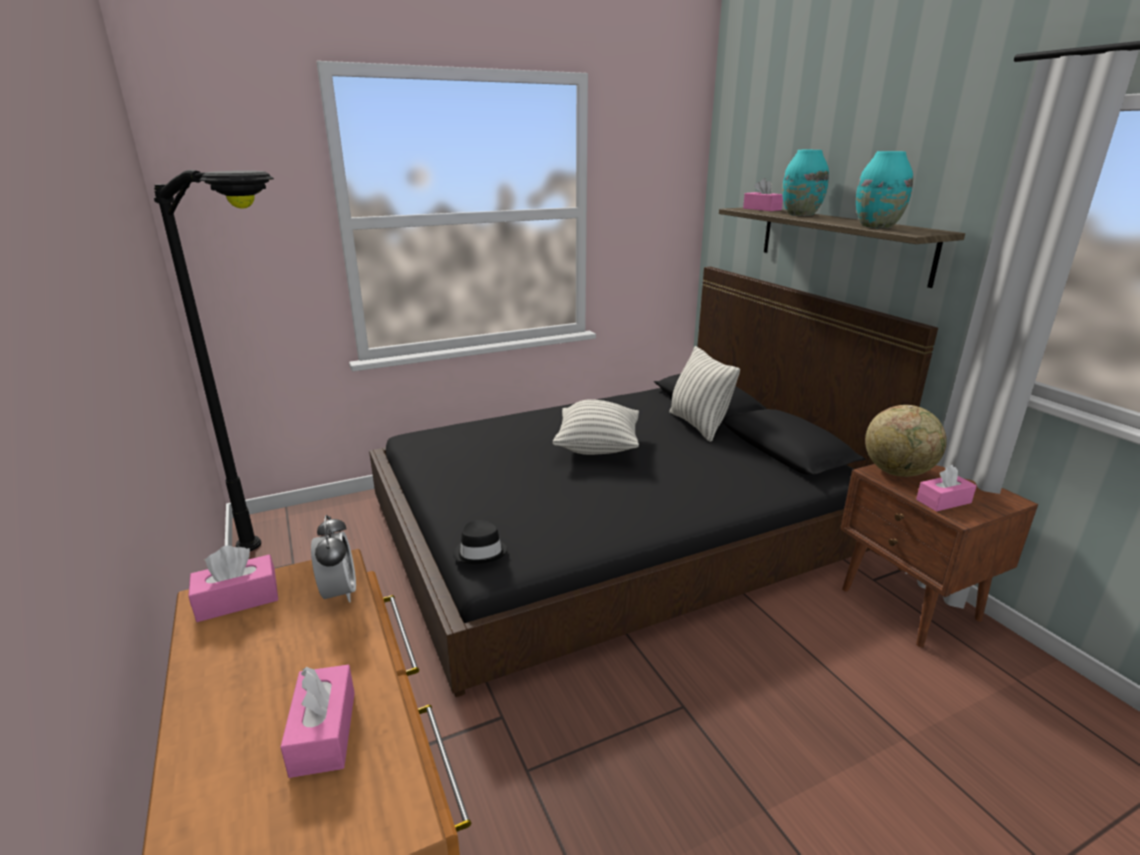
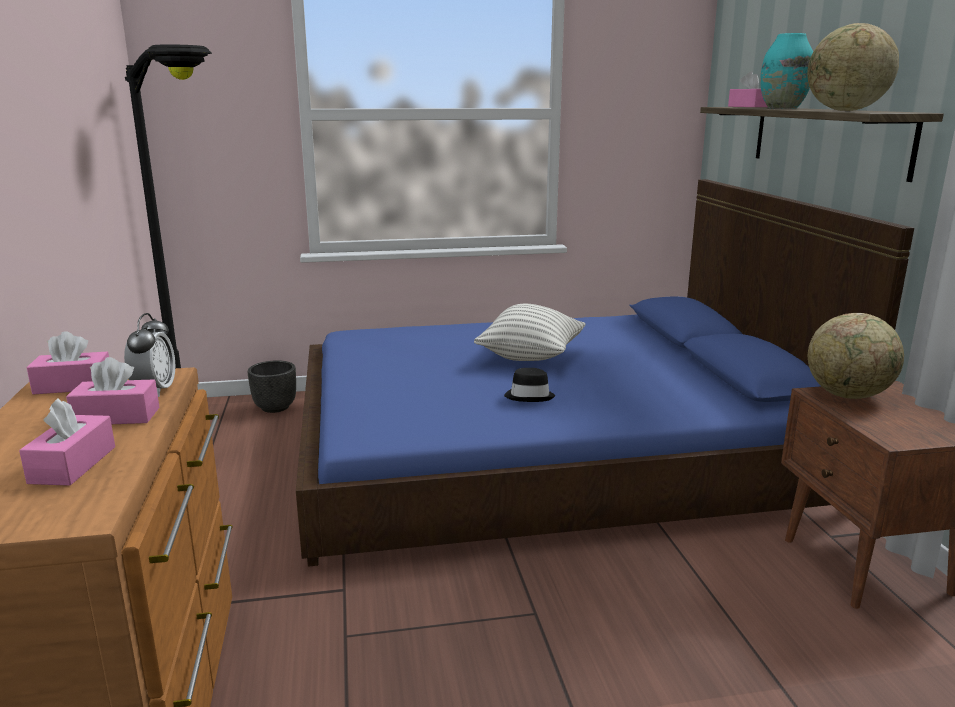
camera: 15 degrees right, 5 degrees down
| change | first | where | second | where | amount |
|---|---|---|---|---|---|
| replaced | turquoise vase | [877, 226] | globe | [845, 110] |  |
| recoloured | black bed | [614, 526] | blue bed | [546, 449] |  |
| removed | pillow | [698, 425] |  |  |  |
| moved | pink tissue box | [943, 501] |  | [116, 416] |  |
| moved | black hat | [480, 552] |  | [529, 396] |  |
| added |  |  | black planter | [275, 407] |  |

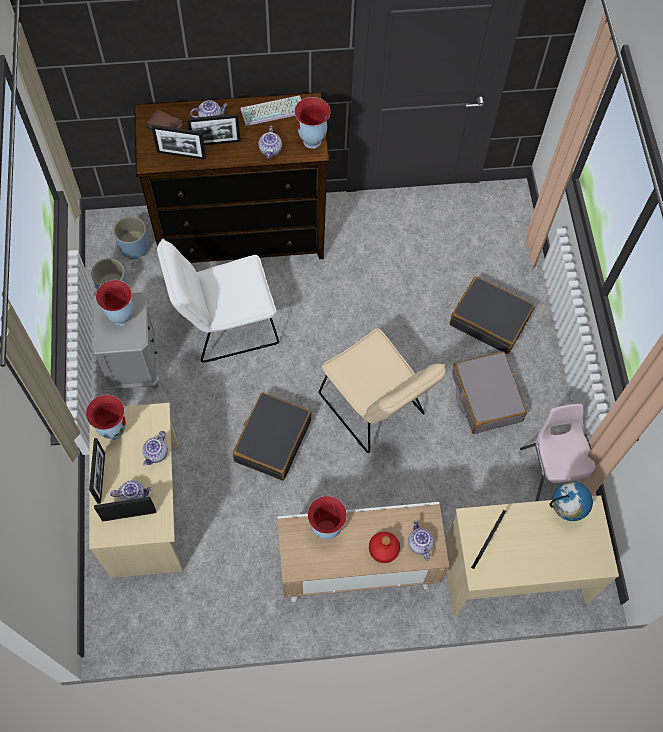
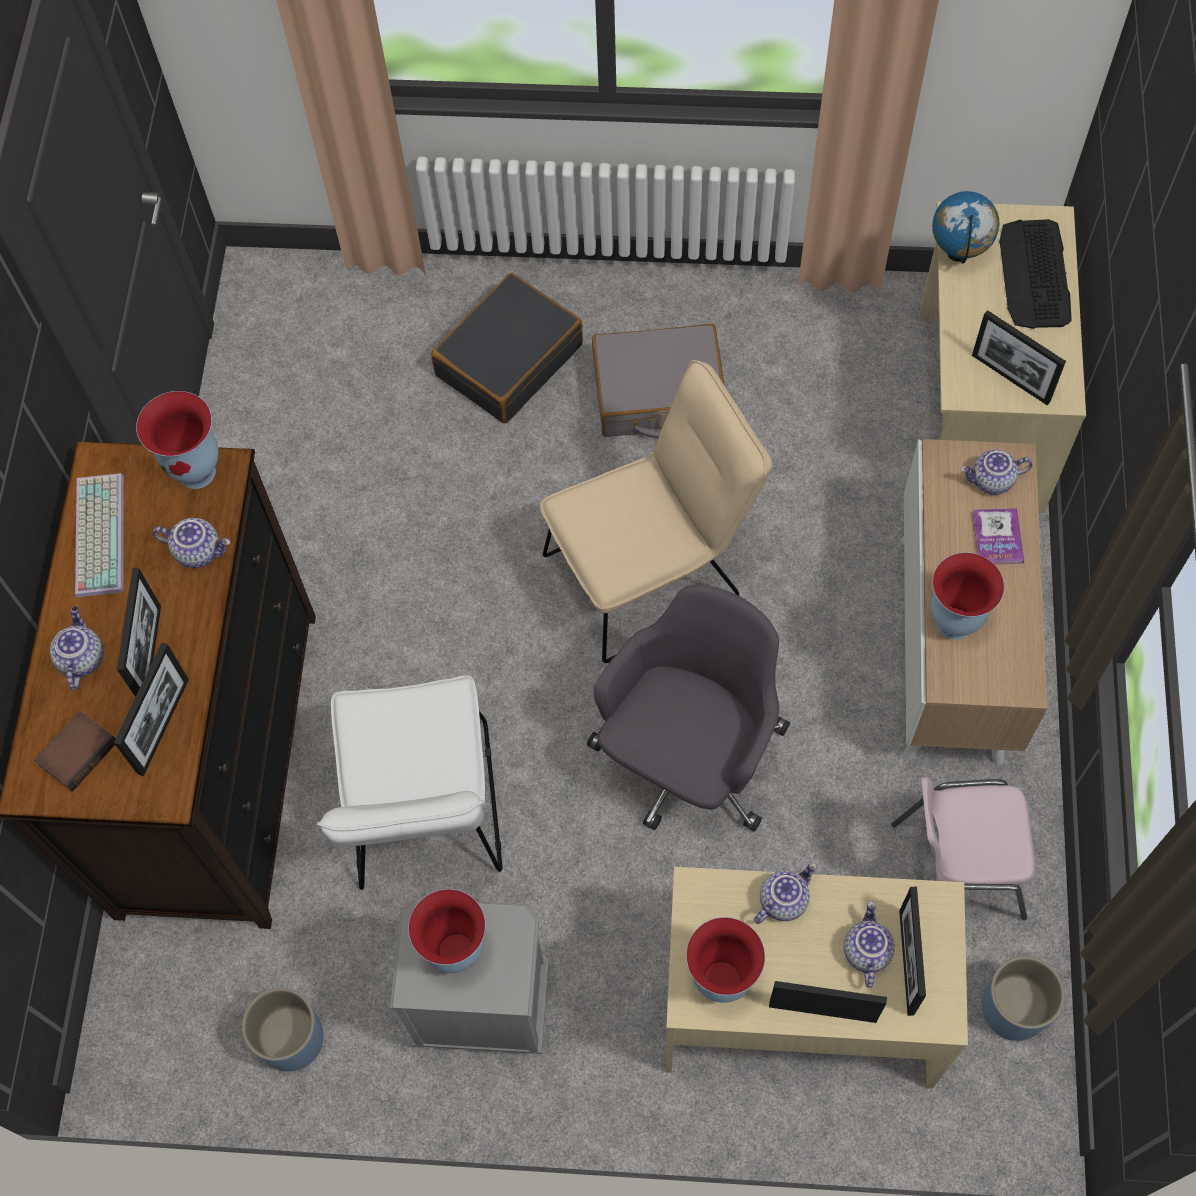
camera: 75 degrees left, 0 degrees up
| change | first | where | second | where | amount |
|---|---|---|---|---|---|
| moved | blue planter | [134, 247] |  | [1013, 1009] |  |
| replaced | black suitcase | [272, 440] | grey office chair | [689, 759] |  |
| moved | pink chair | [552, 472] |  | [955, 868] |  |
| turned | teapot | [156, 454] |  | [782, 899] | 75 degrees counterclockwise |
| replaced | red bottle | [383, 549] | book | [997, 537] |  |
| added |  |  | keyboard | [1035, 275] |  |

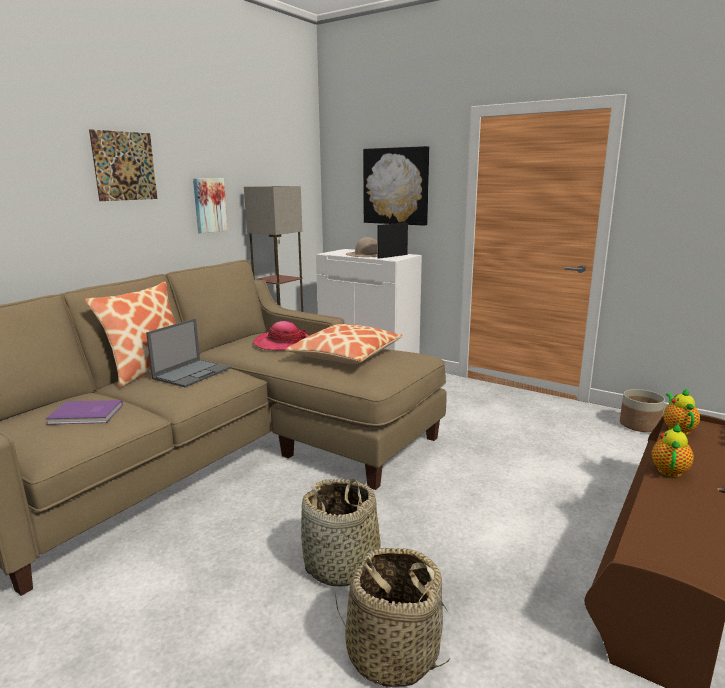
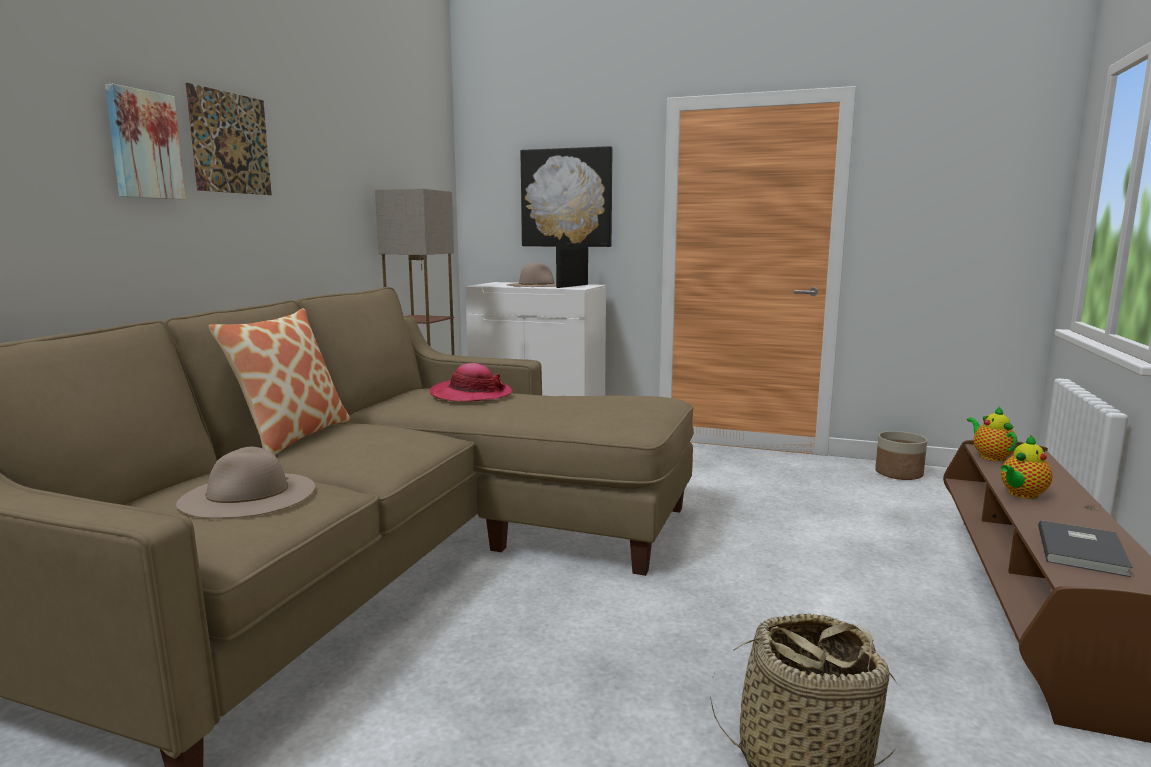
camera: 15 degrees left, 5 degrees down
| change | first | where | second | where | amount |
|---|---|---|---|---|---|
| moved | picture | [209, 205] |  | [143, 145] |  |
| removed | laptop | [192, 373] |  |  |  |
| removed | pillow | [346, 355] |  |  |  |
| replaced | purple book | [86, 415] | beige hat | [248, 495] |  |
| turned | teapot | [669, 469] |  | [1021, 494] | 135 degrees counterclockwise |
| removed | basket | [342, 565] |  |  |  |
| added |  |  | grey book | [1084, 551] |  |

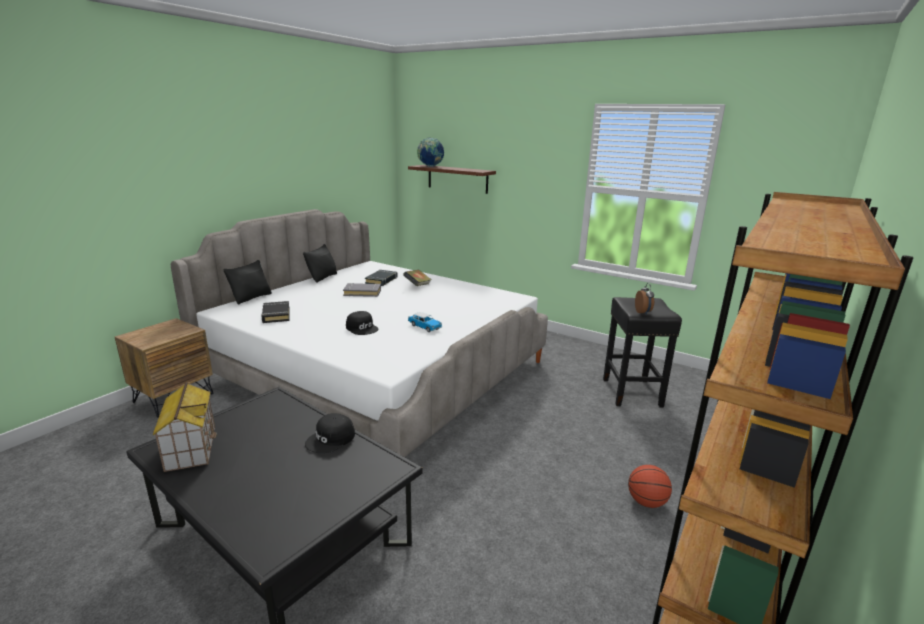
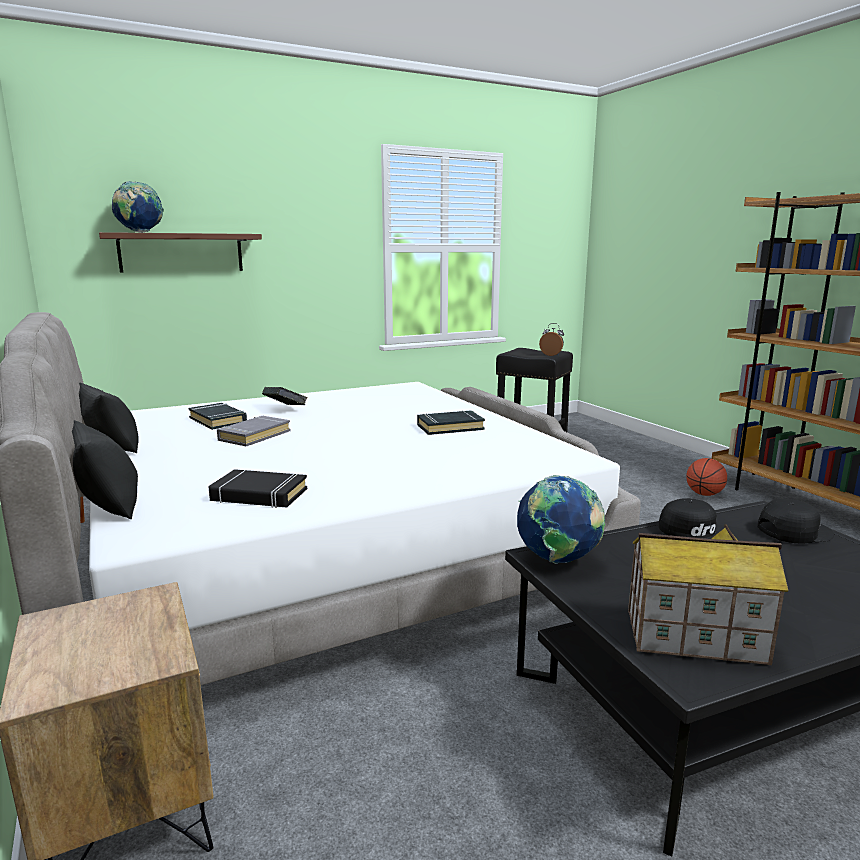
camera: 60 degrees left, 5 degrees down
| change | first | where | second | where | amount |
|---|---|---|---|---|---|
| moved | black cap | [362, 328] |  | [793, 530] |  |
| replaced | toy car | [425, 327] | black book | [450, 427] |  |
| added |  |  | globe | [558, 560] |  |

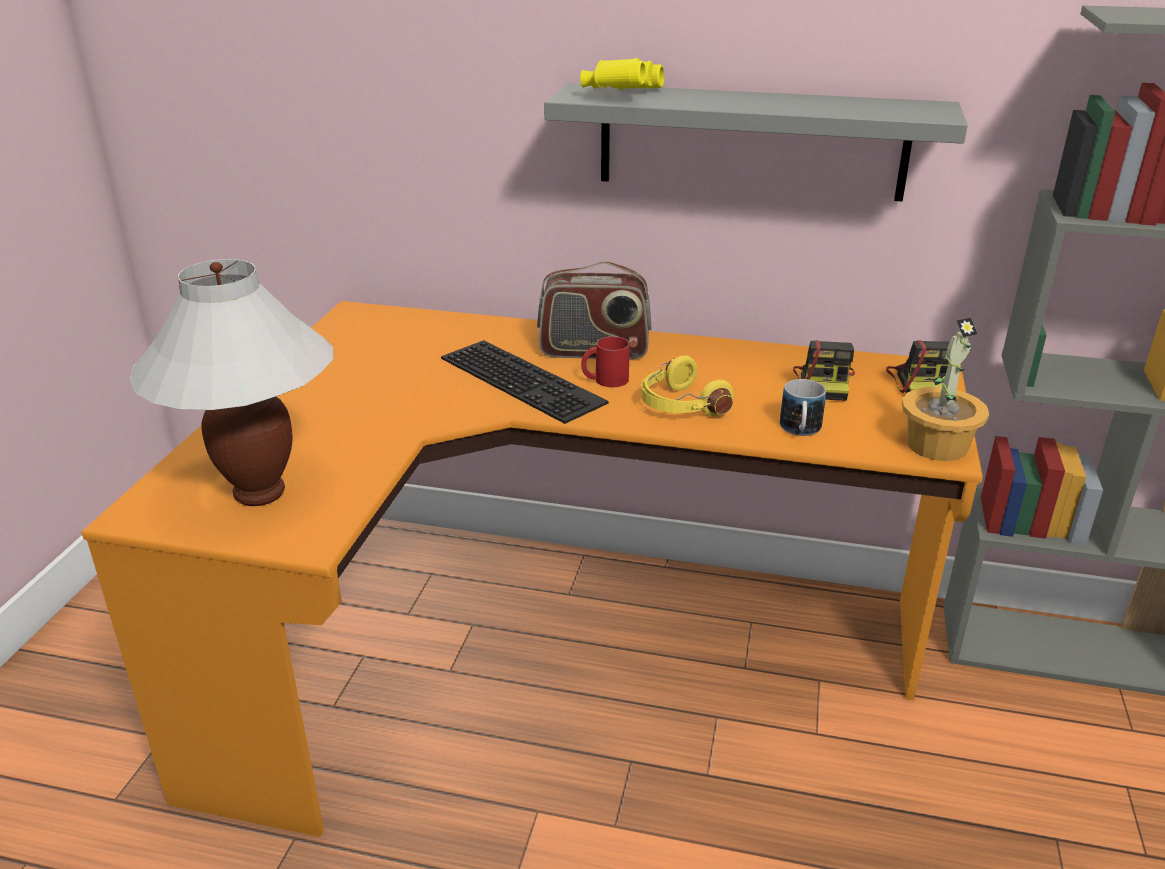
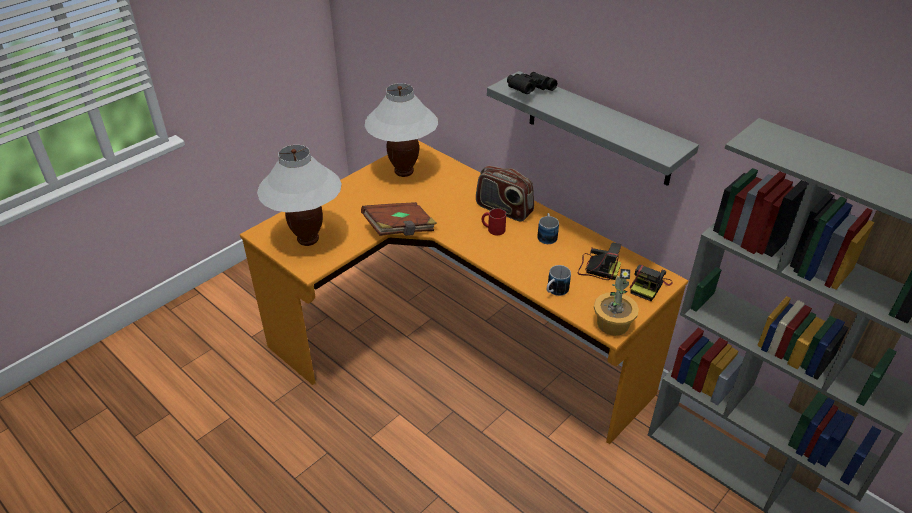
camera: 30 degrees right, 10 degrees up
| change | first | where | second | where | amount |
|---|---|---|---|---|---|
| recoloured | yellow binoculars | [621, 95] | black binoculars | [528, 91] |  |
| removed | keyboard | [525, 379] |  |  |  |
| turned | photo camera | [824, 383] |  | [597, 268] | 105 degrees counterclockwise |
| removed | yellow headphones | [680, 405] |  |  |  |
| added |  |  | white table lamp | [404, 172] |  |
| added |  |  | brown book | [400, 230] |  |
| added |  |  | mug | [547, 235] |  |

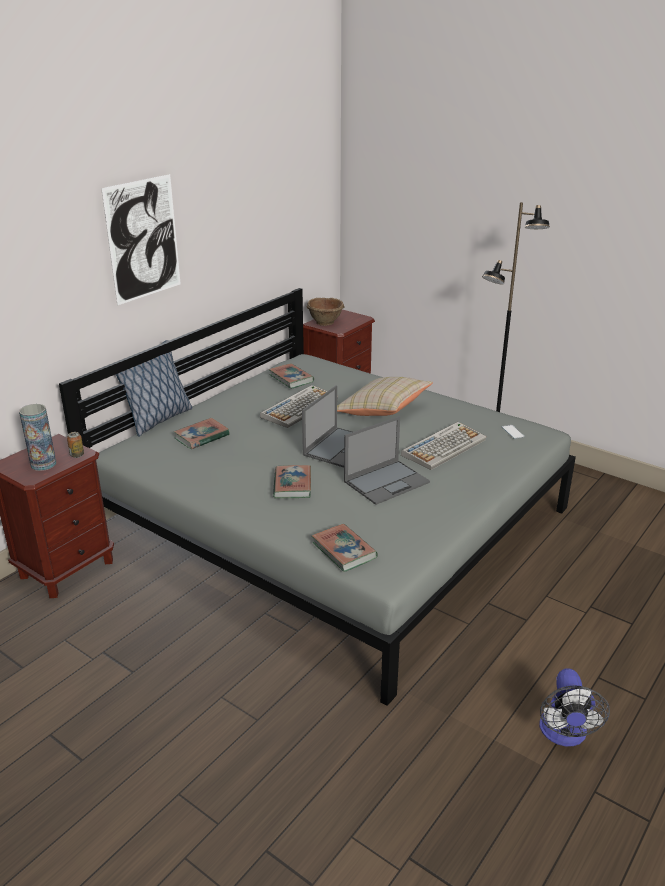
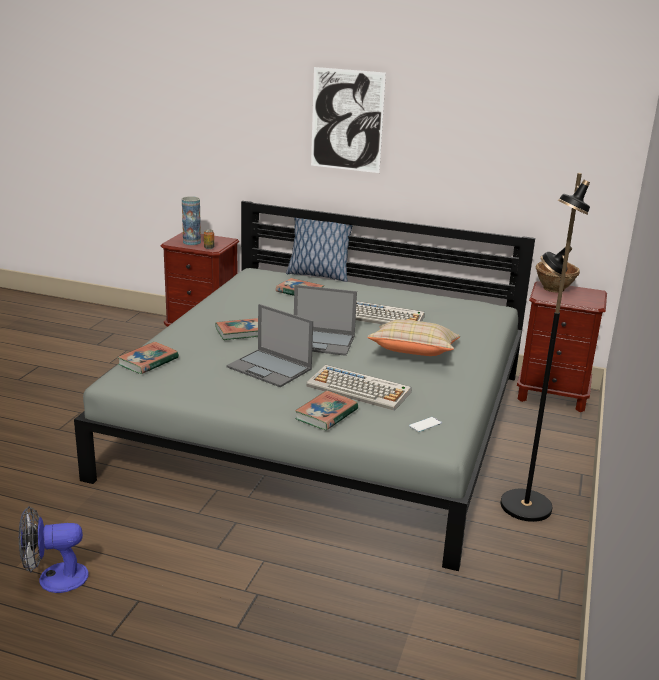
camera: 70 degrees right, 5 degrees down
| change | first | where | second | where | amount |
|---|---|---|---|---|---|
| moved | book | [291, 378] |  | [326, 414] |  |

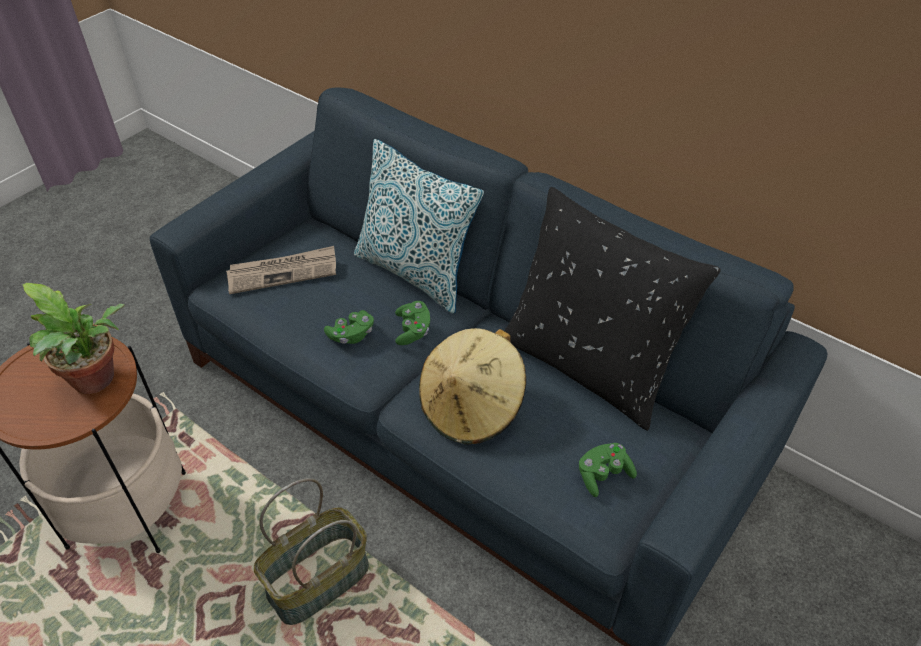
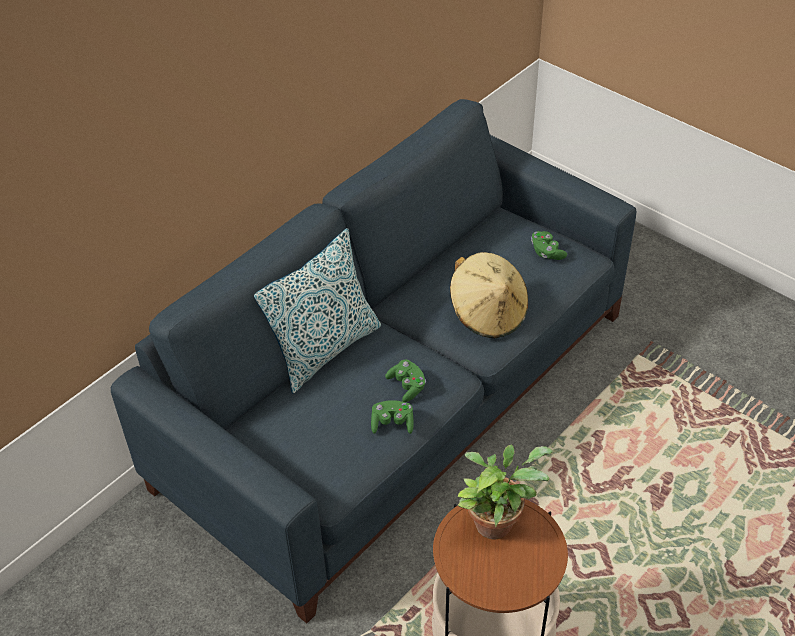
camera: 85 degrees left, 0 degrees up
| change | first | where | second | where | amount |
|---|---|---|---|---|---|
| removed | black pillow | [588, 365] |  |  |  |
| removed | newspaper | [283, 272] |  |  |  |
| moved | green game controller | [413, 330] |  | [392, 423] |  |
| removed | basket | [318, 582] |  |  |  |

